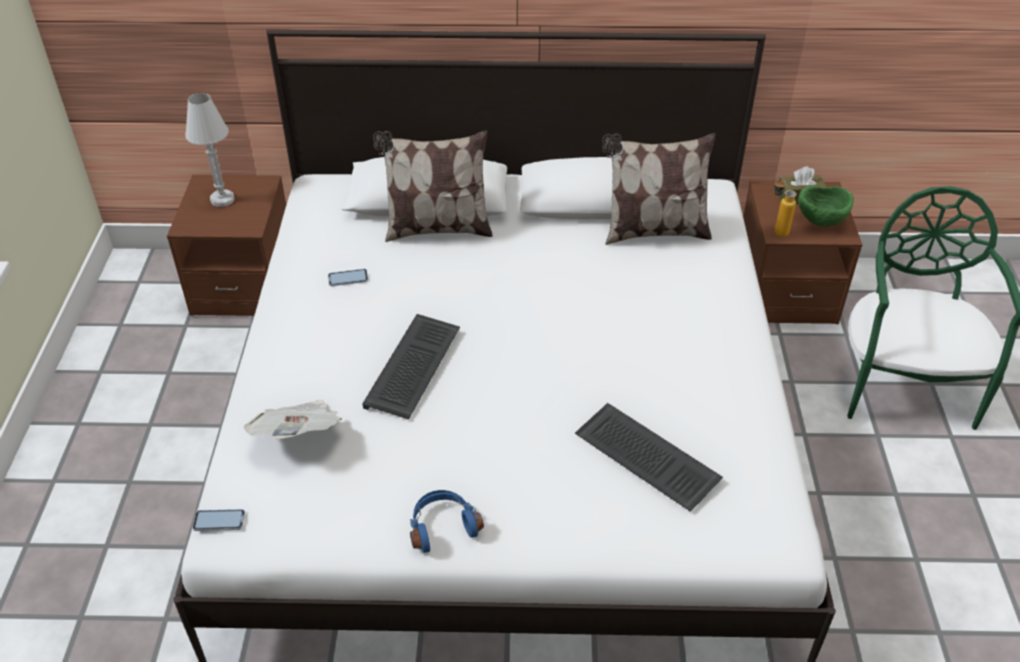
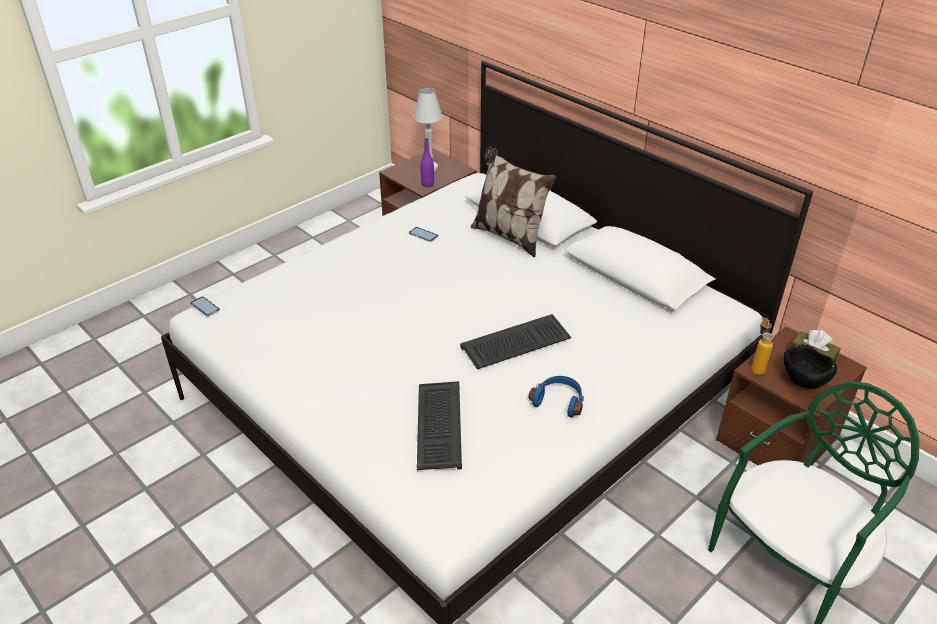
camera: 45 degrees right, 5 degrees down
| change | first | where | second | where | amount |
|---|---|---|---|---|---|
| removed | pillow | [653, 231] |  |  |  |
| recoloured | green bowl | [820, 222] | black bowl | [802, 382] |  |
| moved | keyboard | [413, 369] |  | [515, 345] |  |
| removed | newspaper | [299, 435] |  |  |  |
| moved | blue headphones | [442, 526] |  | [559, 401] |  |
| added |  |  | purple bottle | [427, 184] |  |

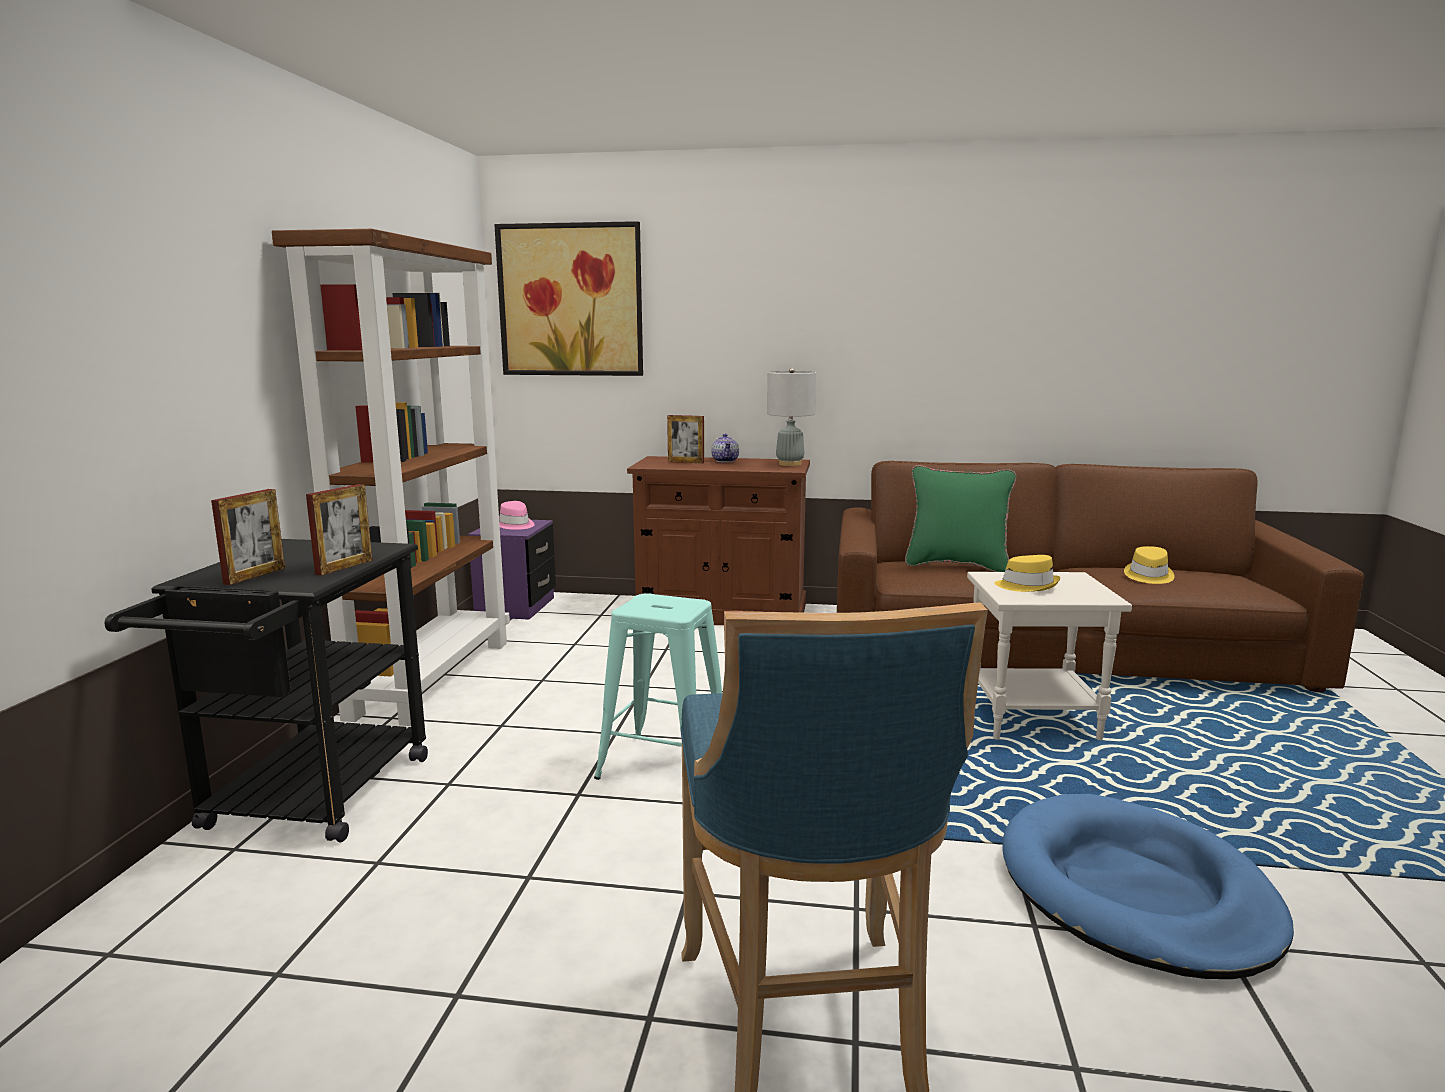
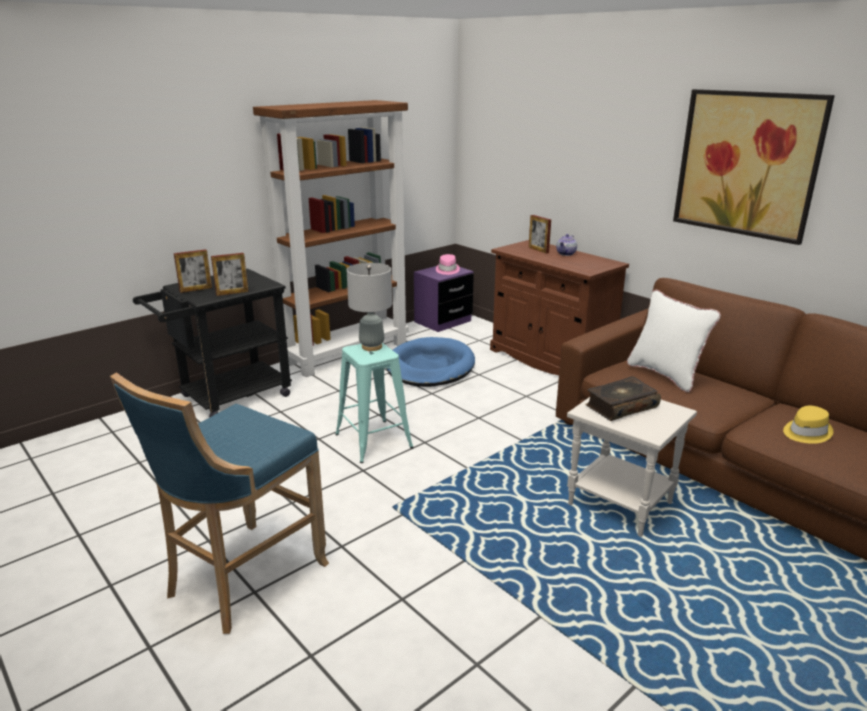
camera: 40 degrees right, 10 degrees up
| change | first | where | second | where | amount |
|---|---|---|---|---|---|
| moved | picture | [571, 300] |  | [747, 164] |  |
| moved | grey table lamp | [789, 464] |  | [371, 347] |  |
| recoloured | green pillow | [956, 565] | white pillow | [665, 375] |  |
| replaced | yellow hat | [1027, 585] | book | [620, 406] |  |
| moved | blue dog bed | [1135, 892] |  | [430, 367] |  |

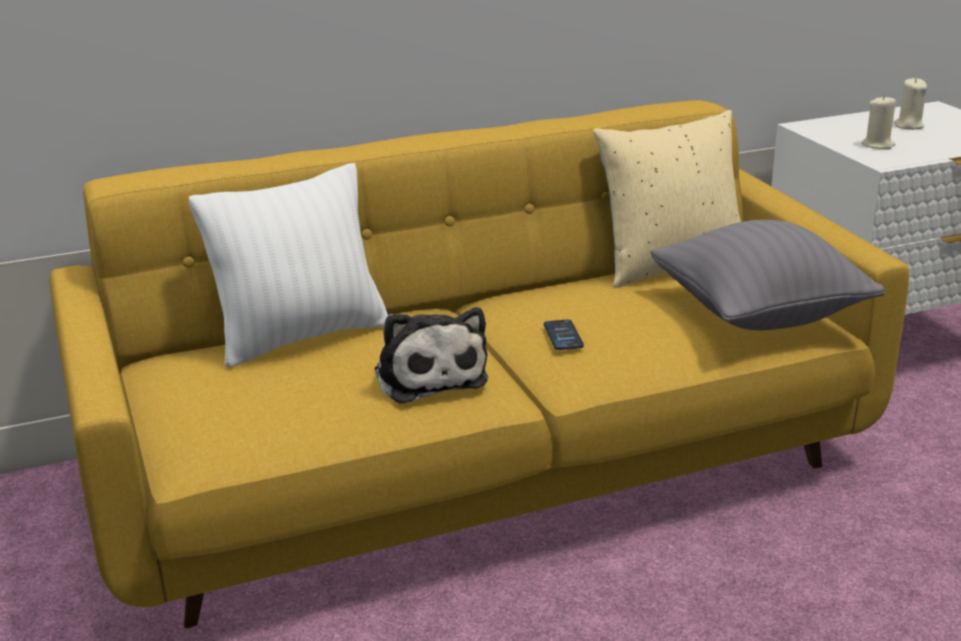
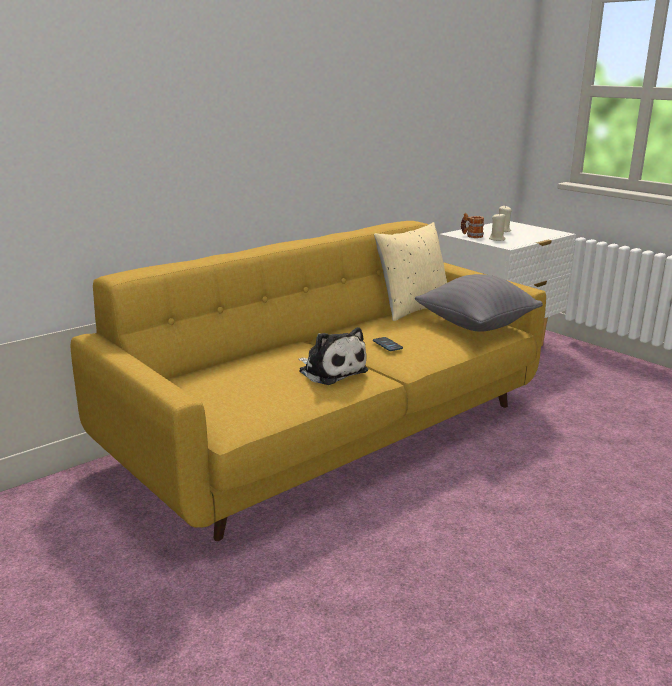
camera: 20 degrees left, 5 degrees down
| change | first | where | second | where | amount |
|---|---|---|---|---|---|
| removed | white pillow | [301, 336] |  |  |  |
| added |  |  | mug | [471, 236] |  |

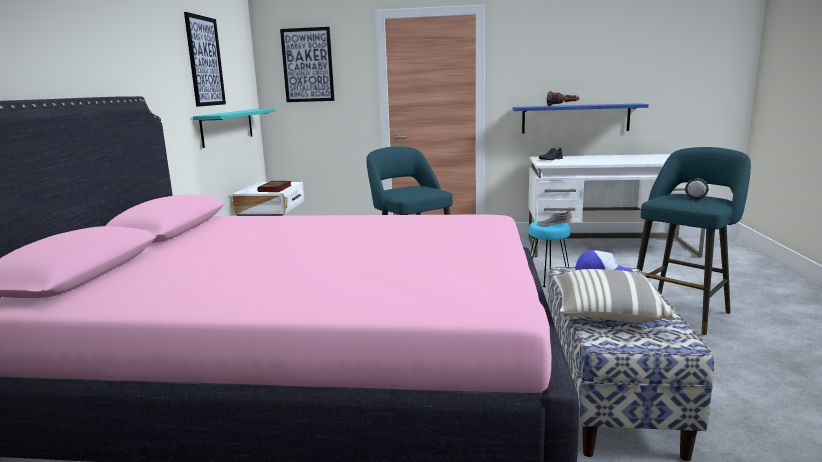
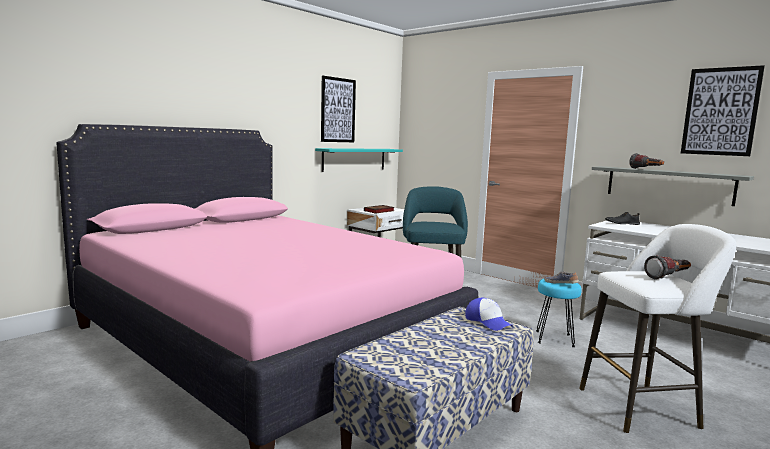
camera: 35 degrees right, 5 degrees down
| change | first | where | second | where | amount |
|---|---|---|---|---|---|
| moved | picture | [307, 65] |  | [720, 111] |  |
| recoloured | blue shelf | [575, 118] | grey shelf | [668, 185] |  |
| recoloured | turquoise stool | [681, 311] | white stool | [643, 407] |  |
| removed | pillow | [606, 313] |  |  |  |

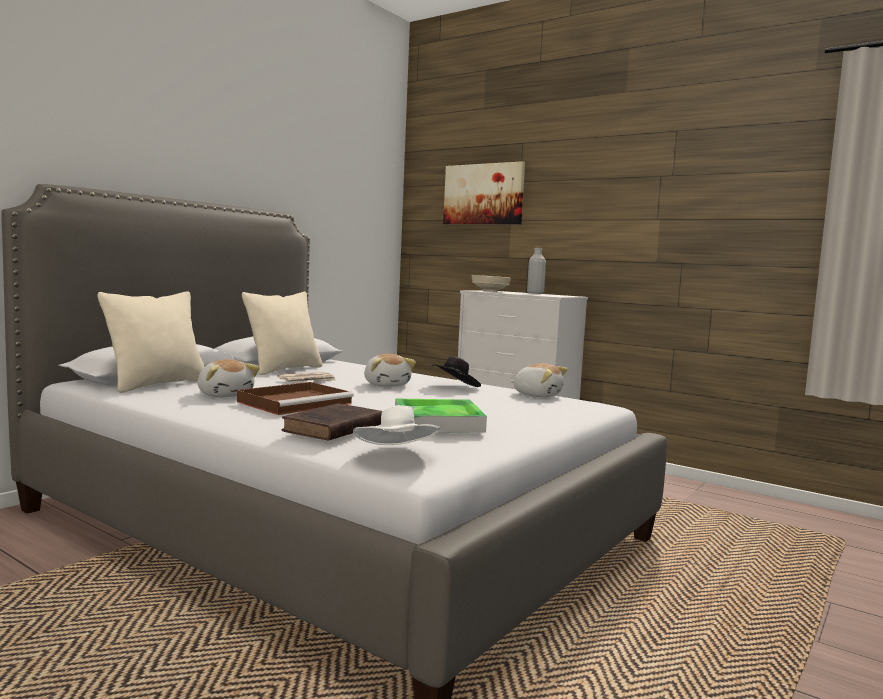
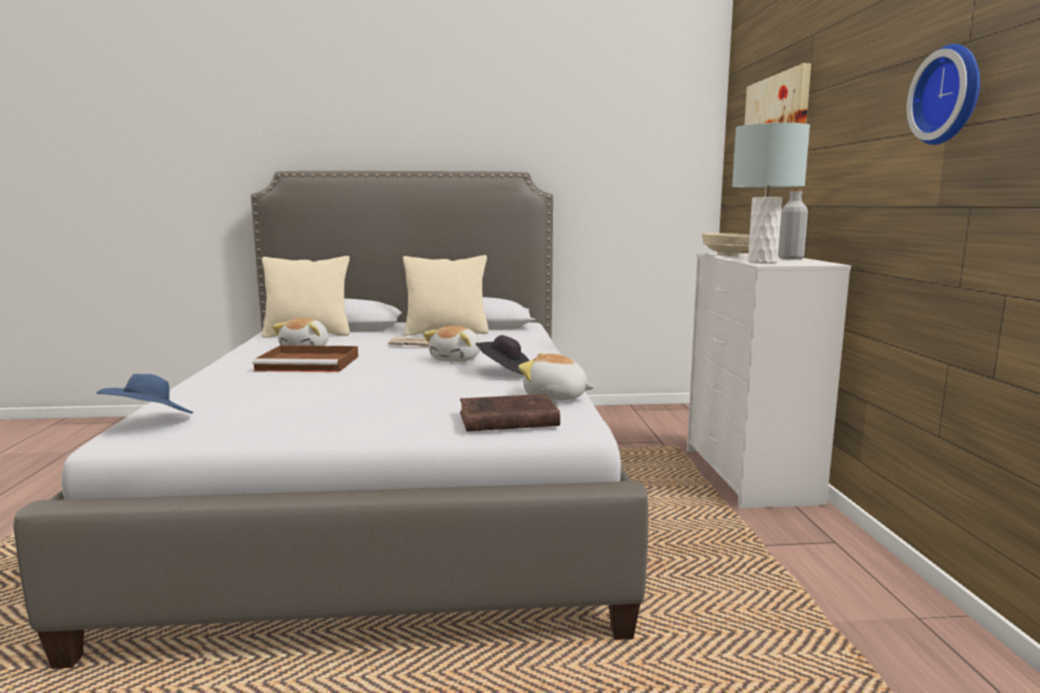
camera: 50 degrees right, 5 degrees up
| change | first | where | second | where | amount |
|---|---|---|---|---|---|
| turned | plush toy | [537, 395] |  | [555, 397] | 120 degrees clockwise |
| removed | tray | [438, 422] |  |  |  |
| moved | brown book | [332, 428] |  | [505, 419] |  |
| recoloured | white hat | [397, 455] | blue hat | [149, 421] |  |
| added |  |  | wall clock | [950, 95] |  |
| added |  |  | grey table lamp | [762, 262] |  |

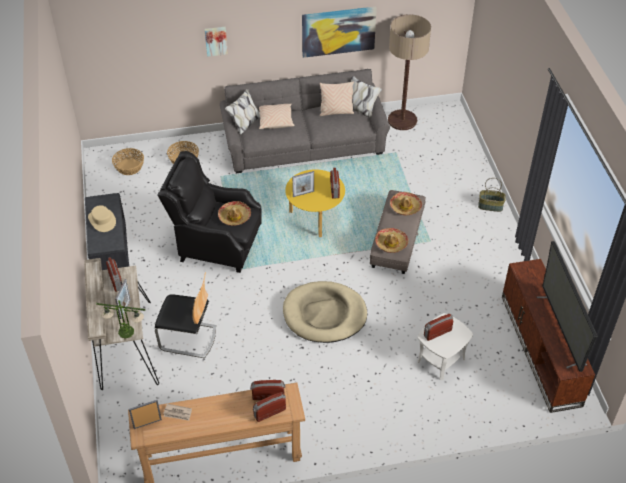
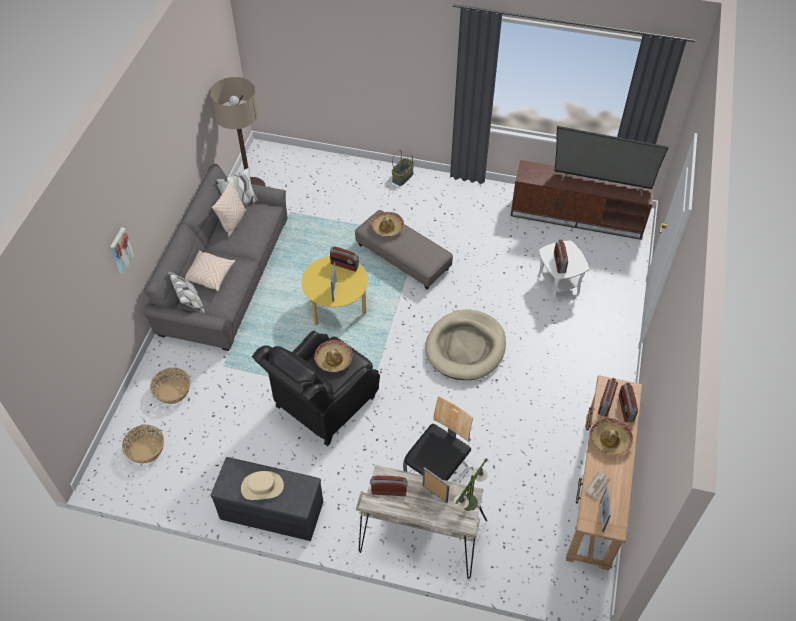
camera: 65 degrees left, 5 degrees up
| change | first | where | second | where | amount |
|---|---|---|---|---|---|
| removed | picture | [338, 31] |  |  |  |
| moved | hat | [391, 243] |  | [610, 440] |  |

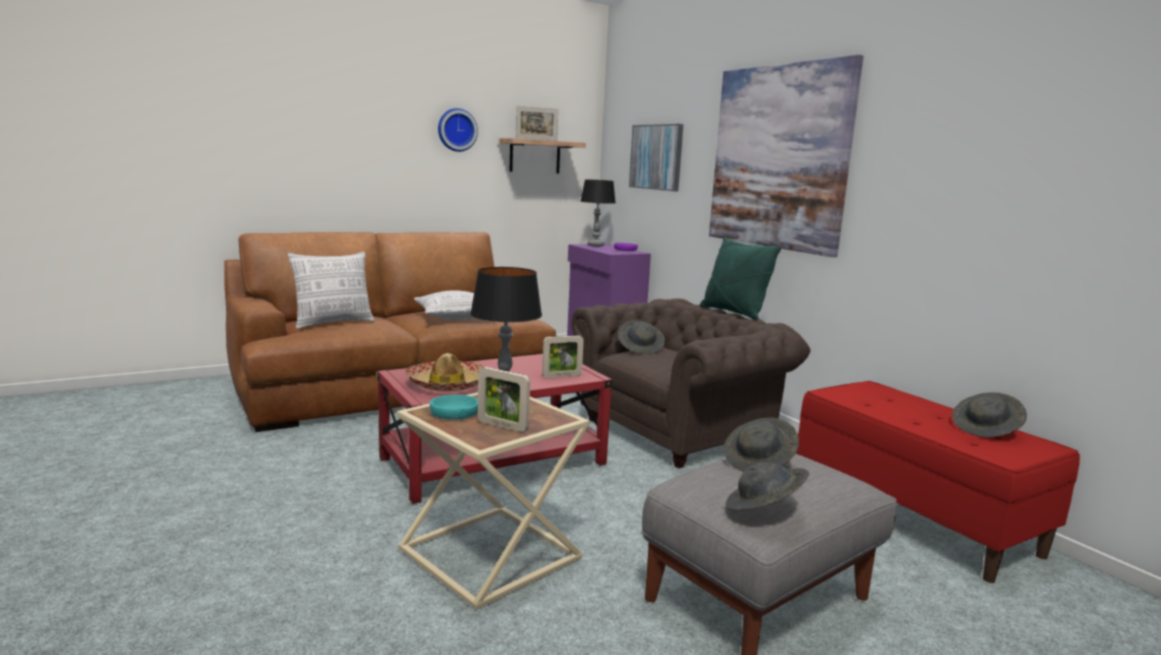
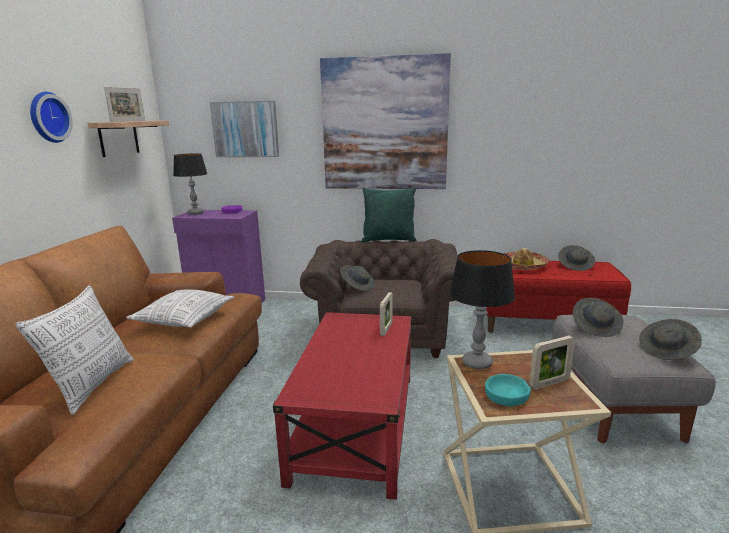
camera: 50 degrees left, 5 degrees up
| change | first | where | second | where | amount |
|---|---|---|---|---|---|
| moved | hat | [447, 384] |  | [523, 266] |  |

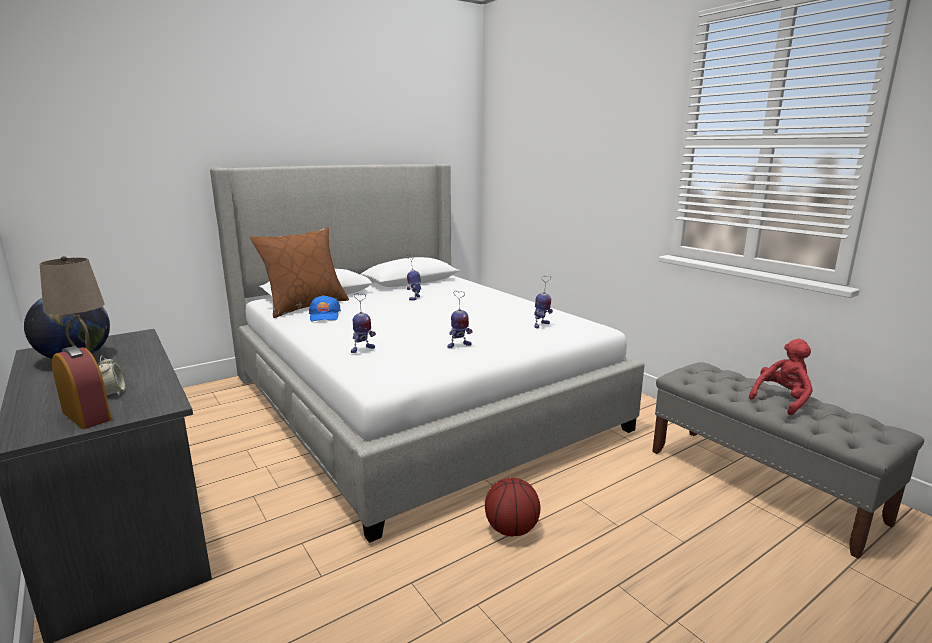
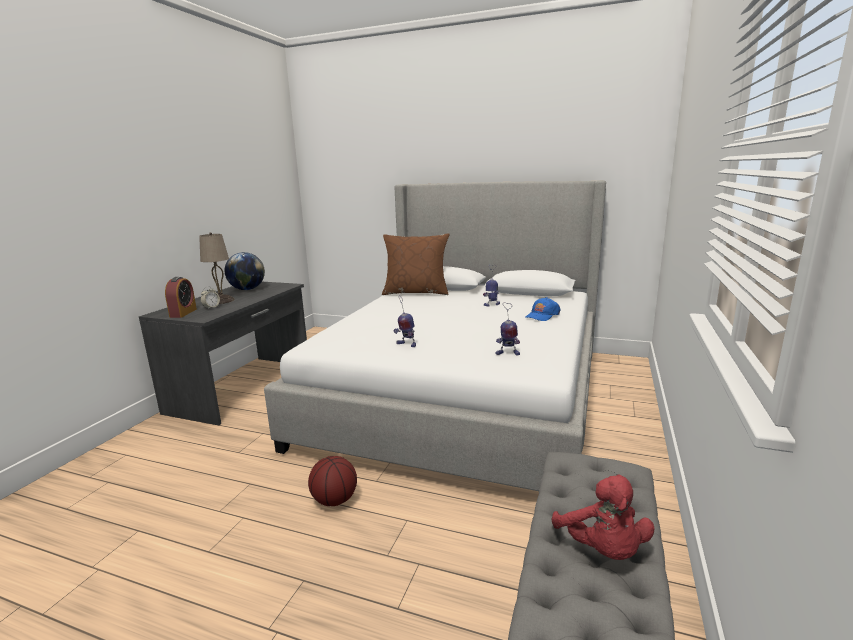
camera: 55 degrees right, 0 degrees up
| change | first | where | second | where | amount |
|---|---|---|---|---|---|
| removed | toy robot | [362, 349] |  |  |  |
| moved | blue cap | [324, 316] |  | [542, 315] |  |
| turned | red plush toy | [782, 400] |  | [602, 549] | 60 degrees clockwise |

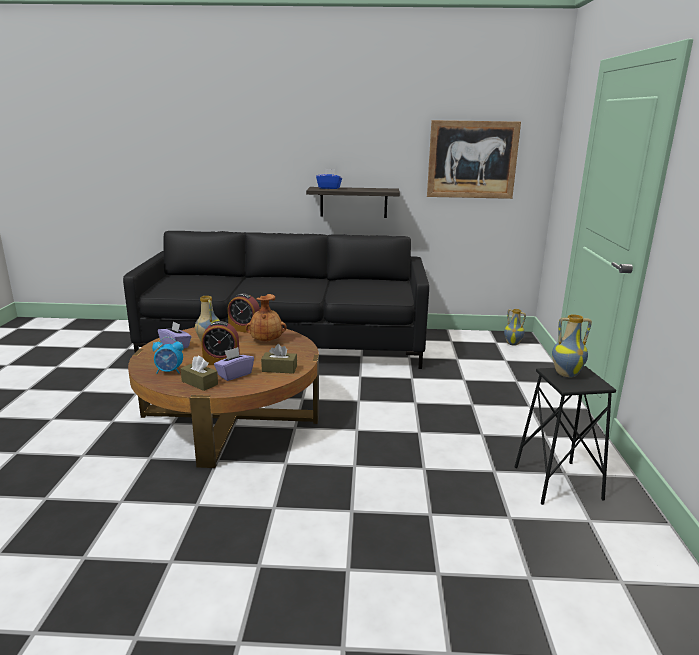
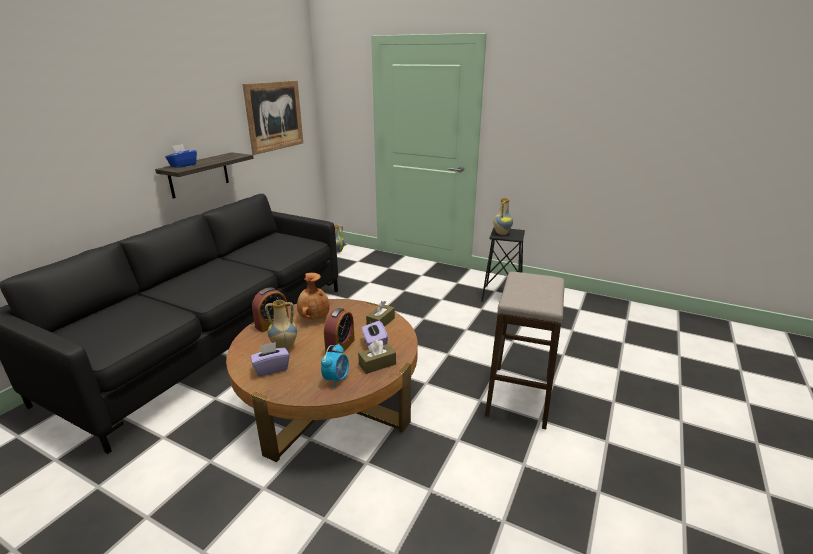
camera: 65 degrees left, 5 degrees up
| change | first | where | second | where | amount |
|---|---|---|---|---|---|
| added |  |  | stool | [519, 396] |  |

